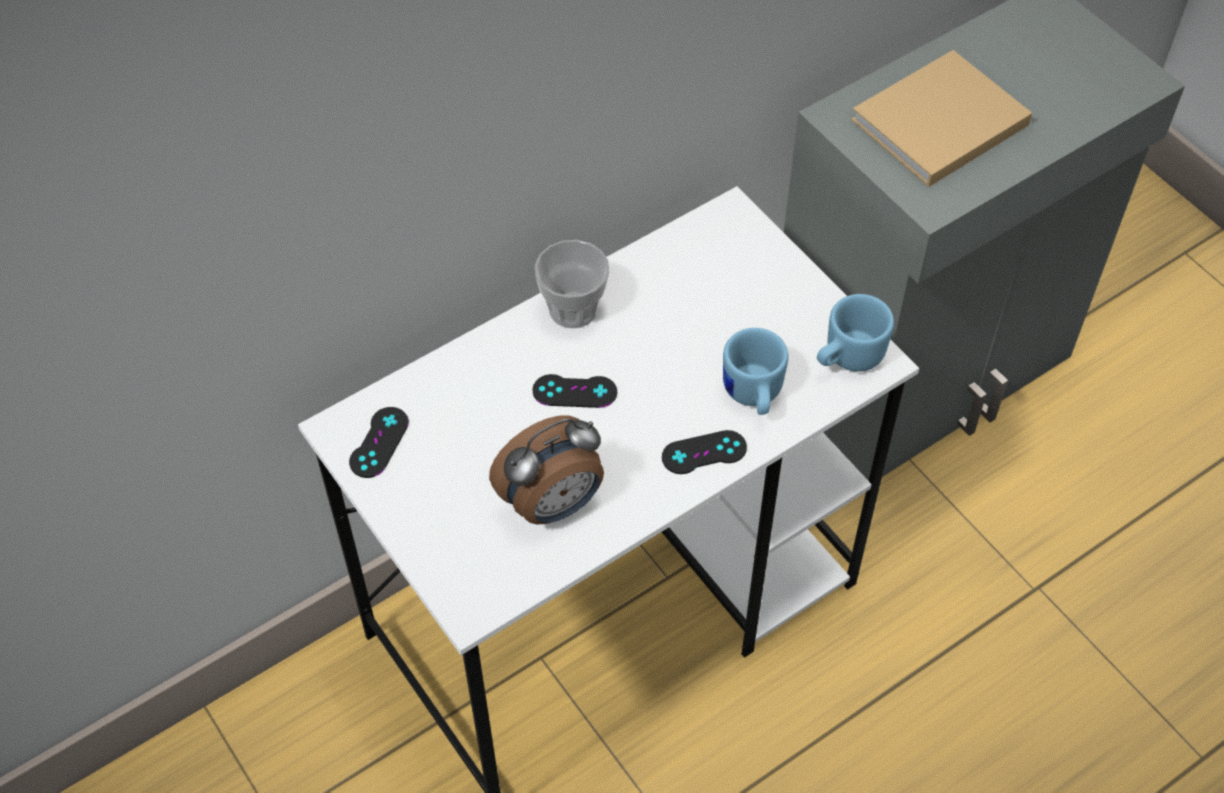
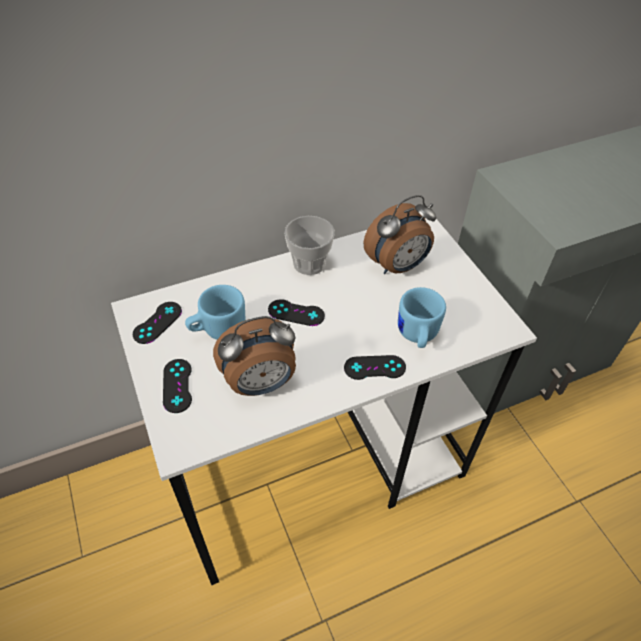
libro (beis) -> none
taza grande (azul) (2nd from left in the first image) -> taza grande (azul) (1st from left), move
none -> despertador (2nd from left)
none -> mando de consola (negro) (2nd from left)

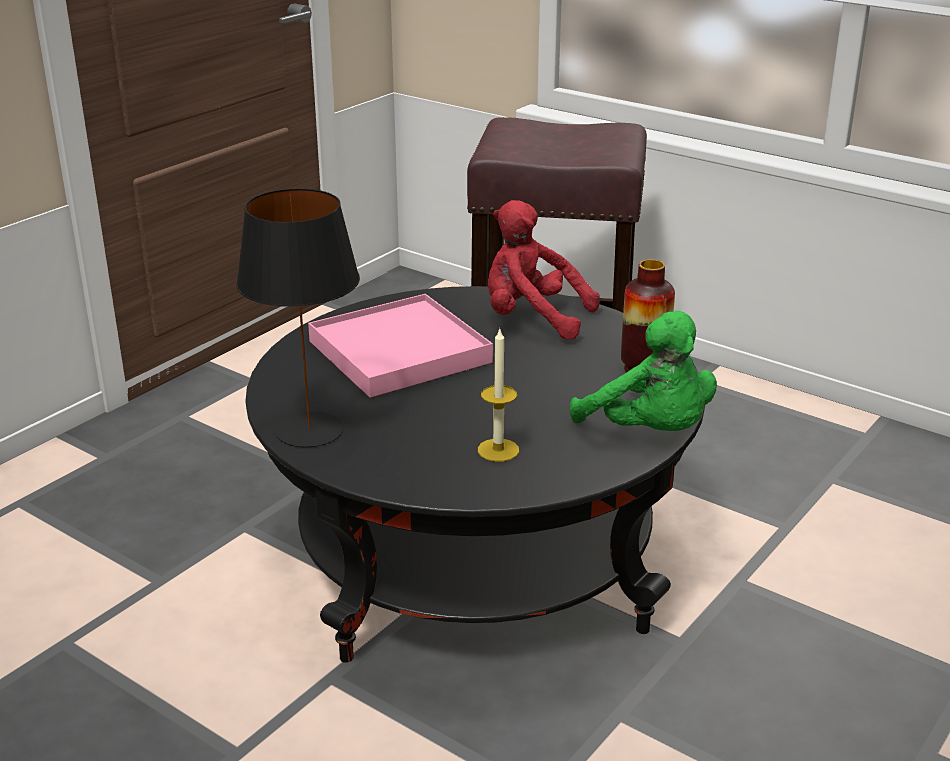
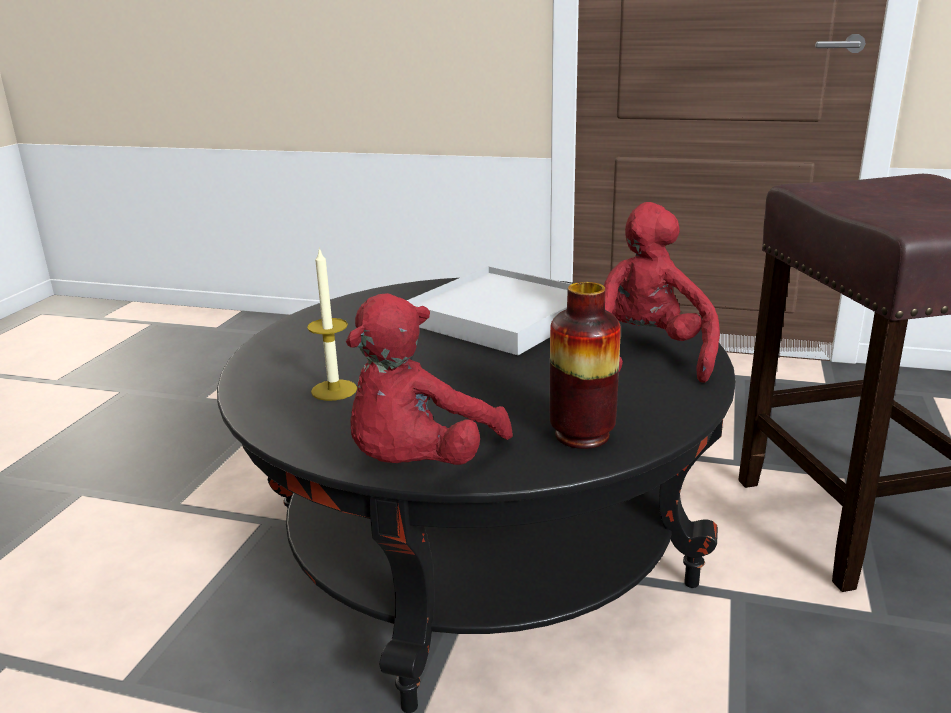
lámpara de mesa (negro) -> none
bandeja (rosa) -> bandeja (blanco)
peluche (verde) -> peluche (rojo) (1st from left)

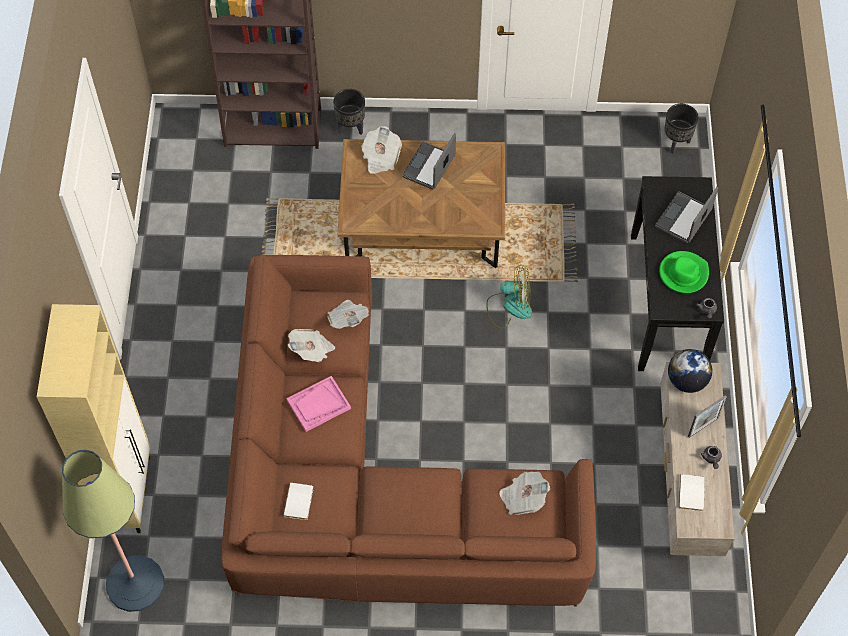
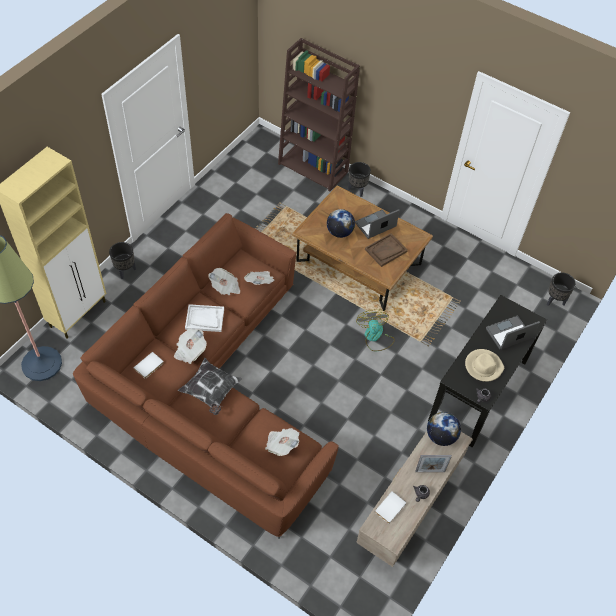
periódico (3rd from left in the first image) -> periódico (1st from left), move
sombrero (verde) -> sombrero (beis)
ventilador, 135 degrees counterclockwise
bandeja (rosa) -> bandeja (blanco)
none -> globo terráqueo (1st from left)
none -> bandeja (marrón)
none -> maceta (negro) (1st from left)
none -> cojín

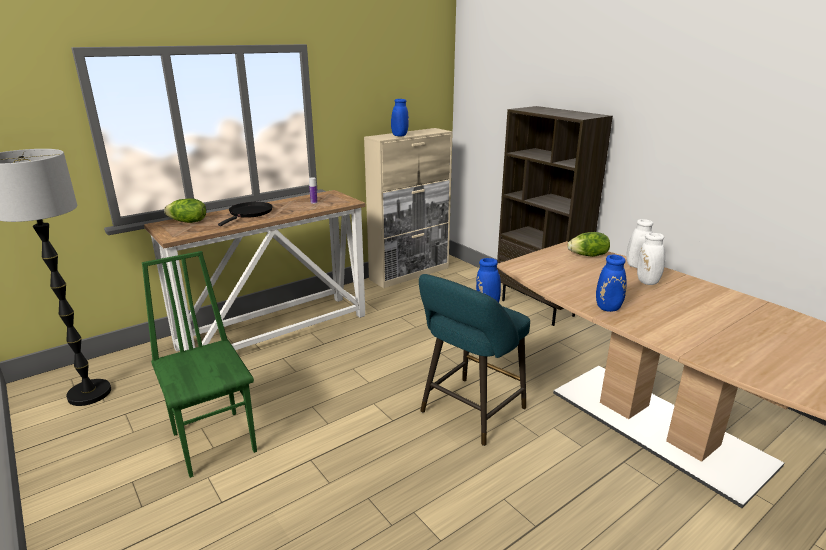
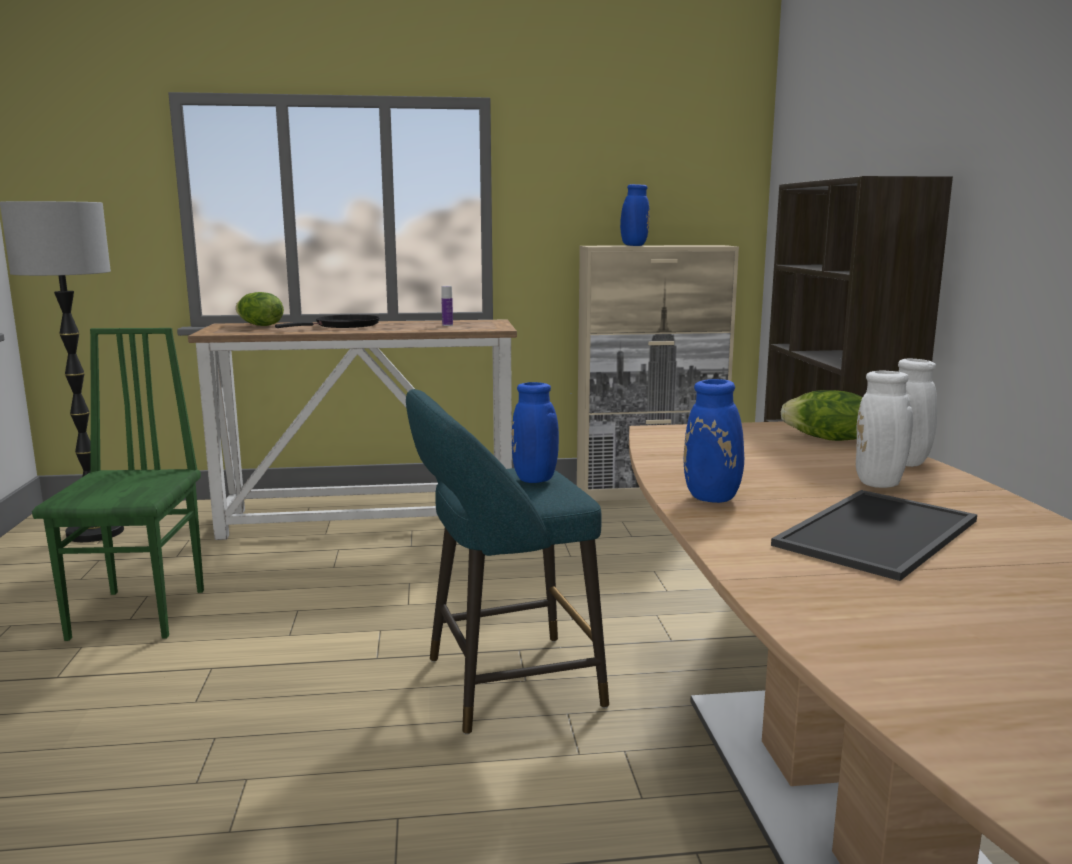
none -> bandeja

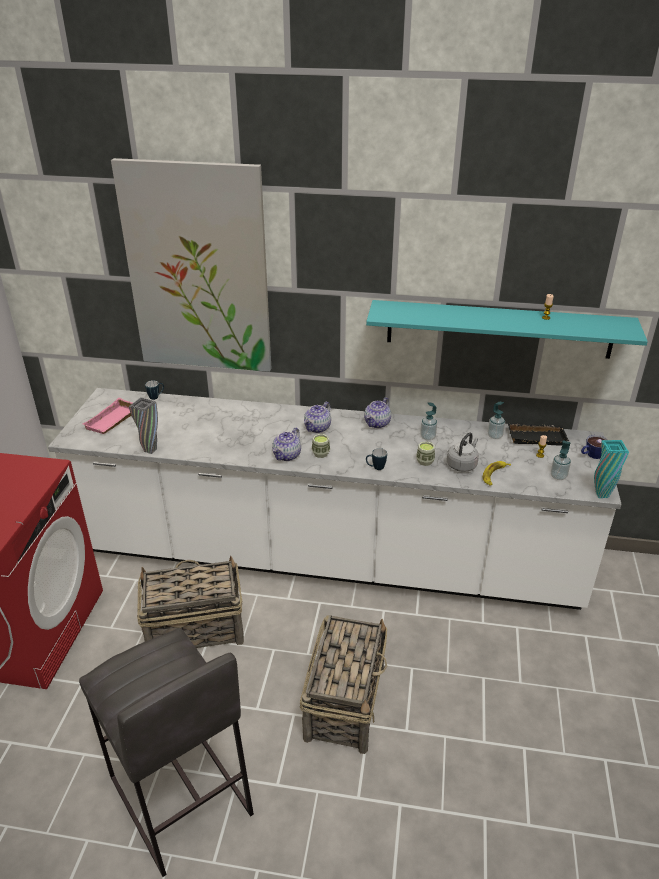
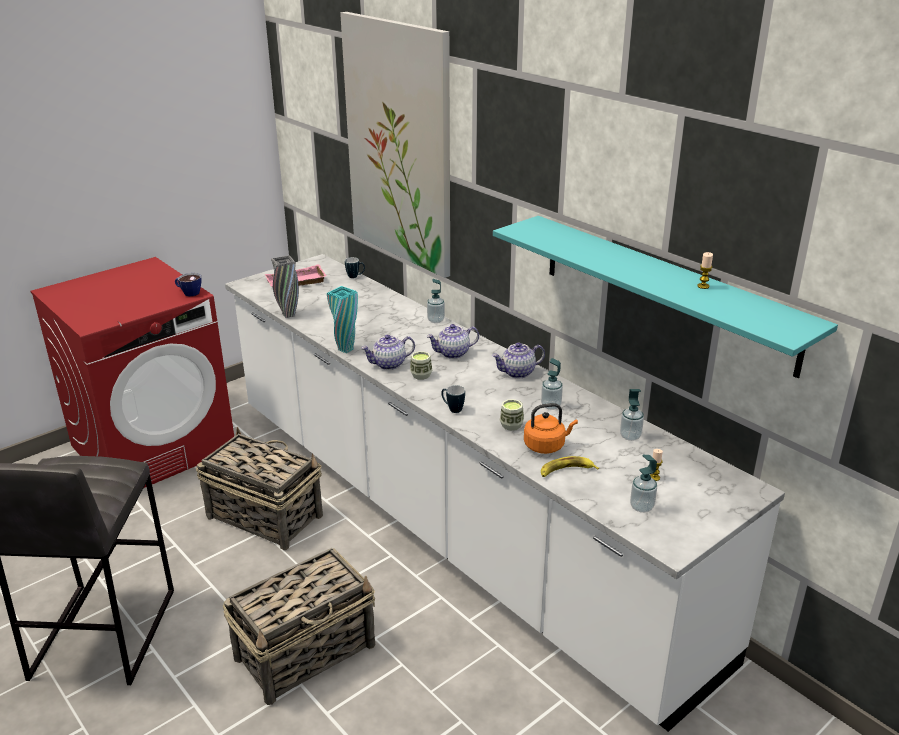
bandeja (negro) -> none
hervidor (gris) -> hervidor (naranja)
taza (3rd from left in the first image) -> taza (1st from left), move
florero (turquesa), move
none -> dispensador de jabón (1st from left)

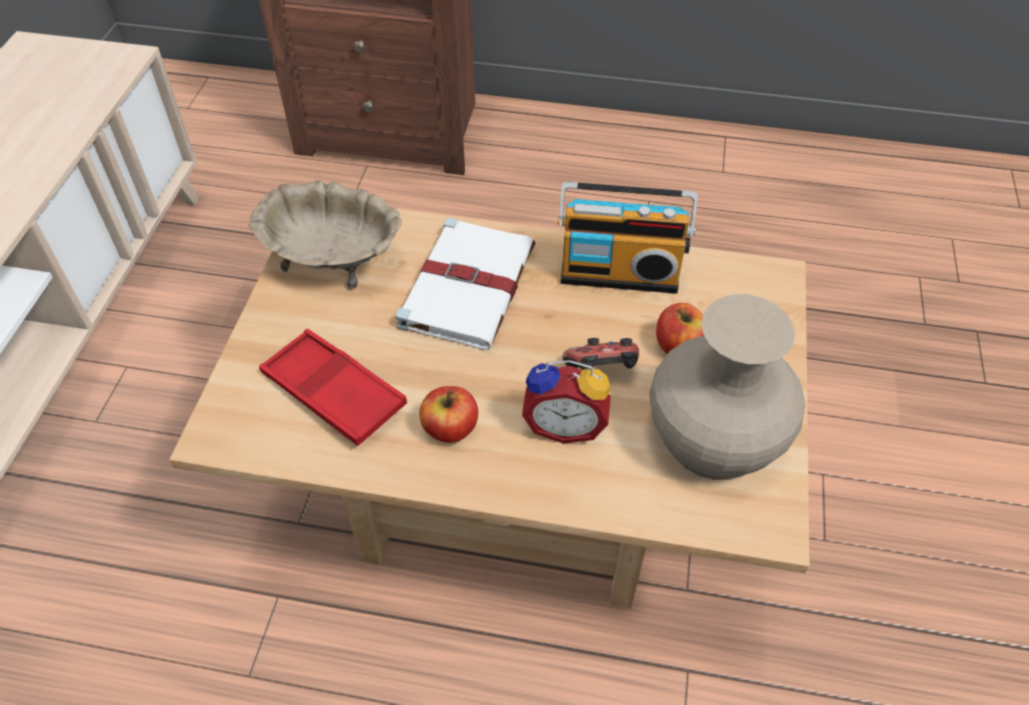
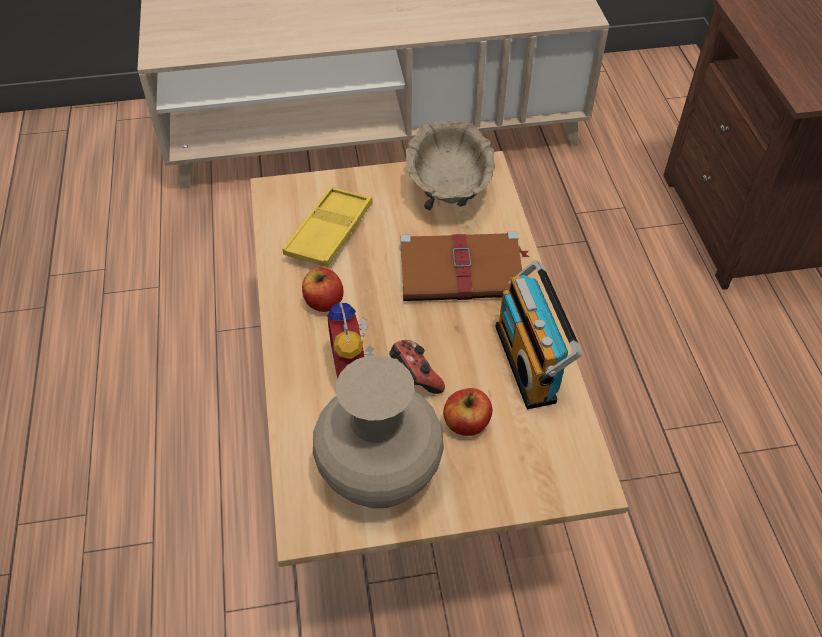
libro (blanco) -> libro (marrón)
bandeja (rojo) -> bandeja (amarillo)

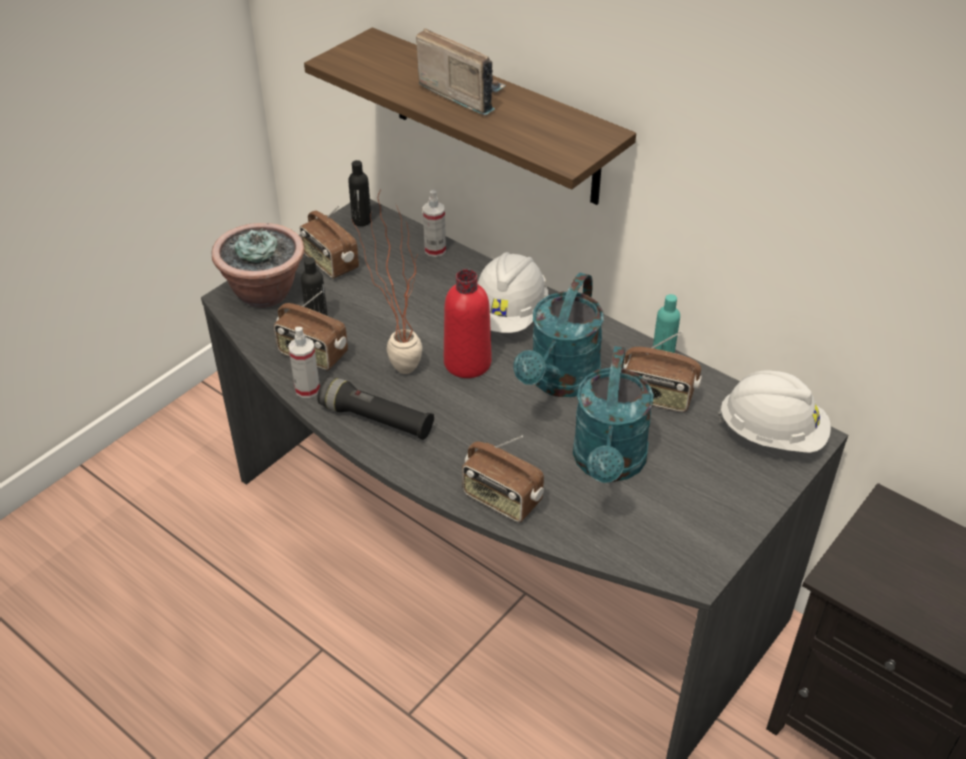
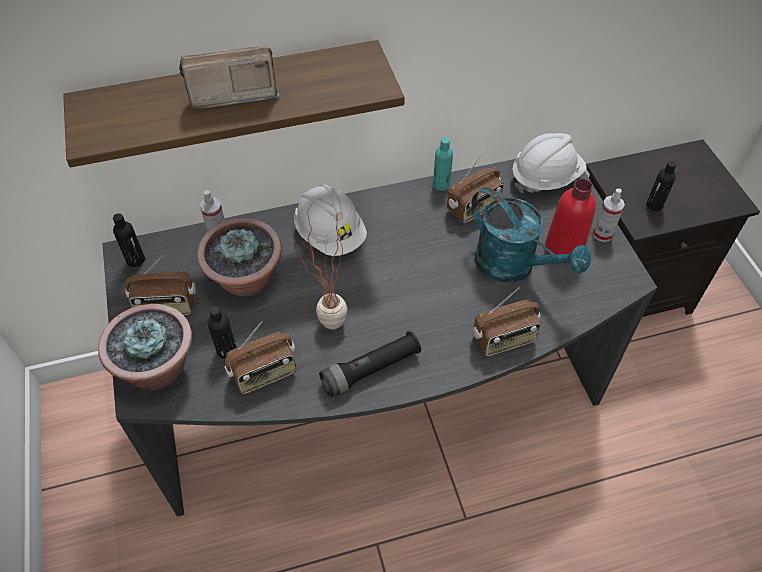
botella (rojo), move
regadera (turquesa) (1st from left) -> none
pulverizador (1st from left in the first image) -> pulverizador (2nd from left), move
none -> botella (negro) (3rd from left)
none -> planta en maceta (2nd from left)

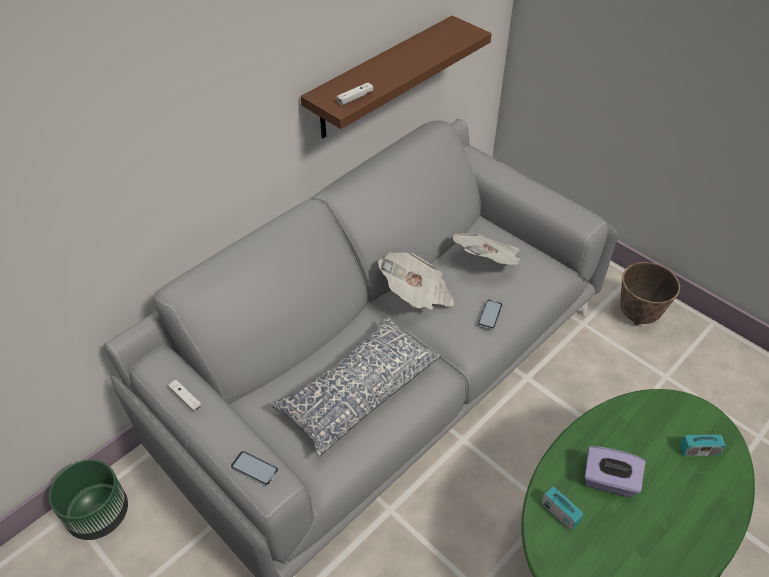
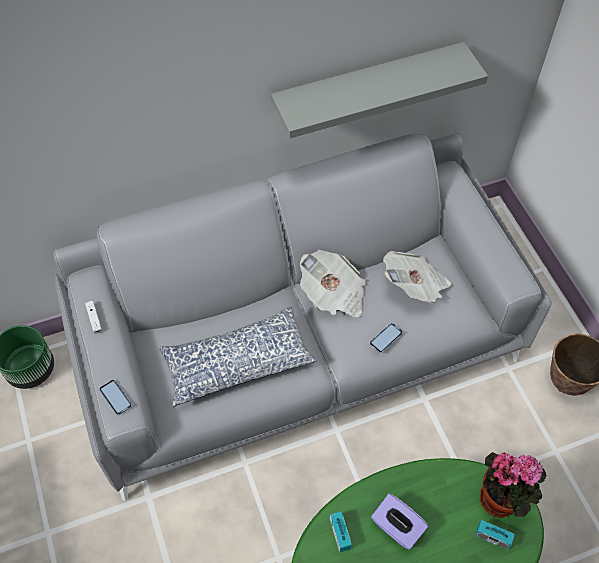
estante (marrón) -> estante (gris)
mando de consola (blanco) (2nd from left) -> none
none -> planta en maceta

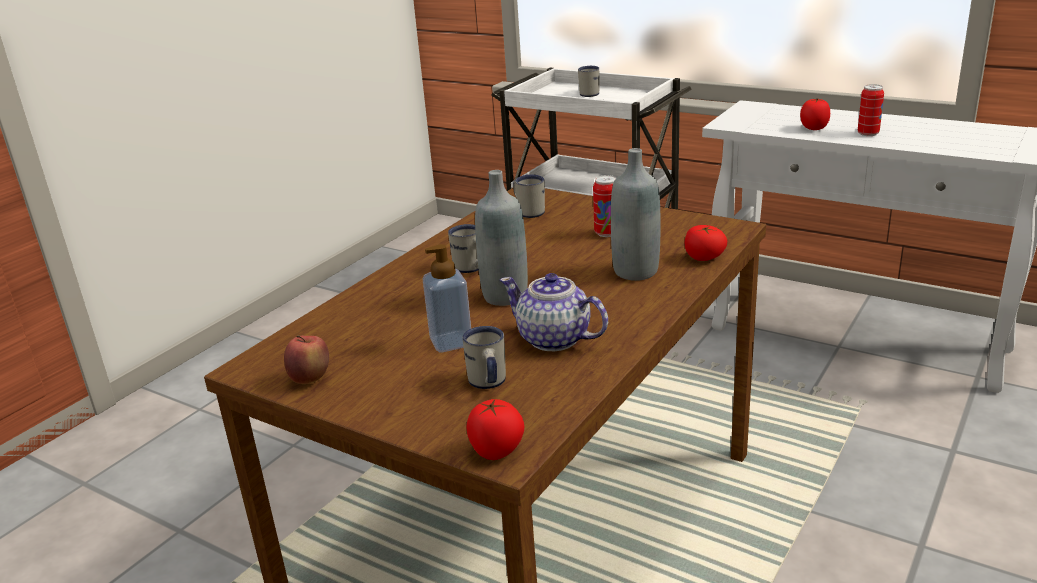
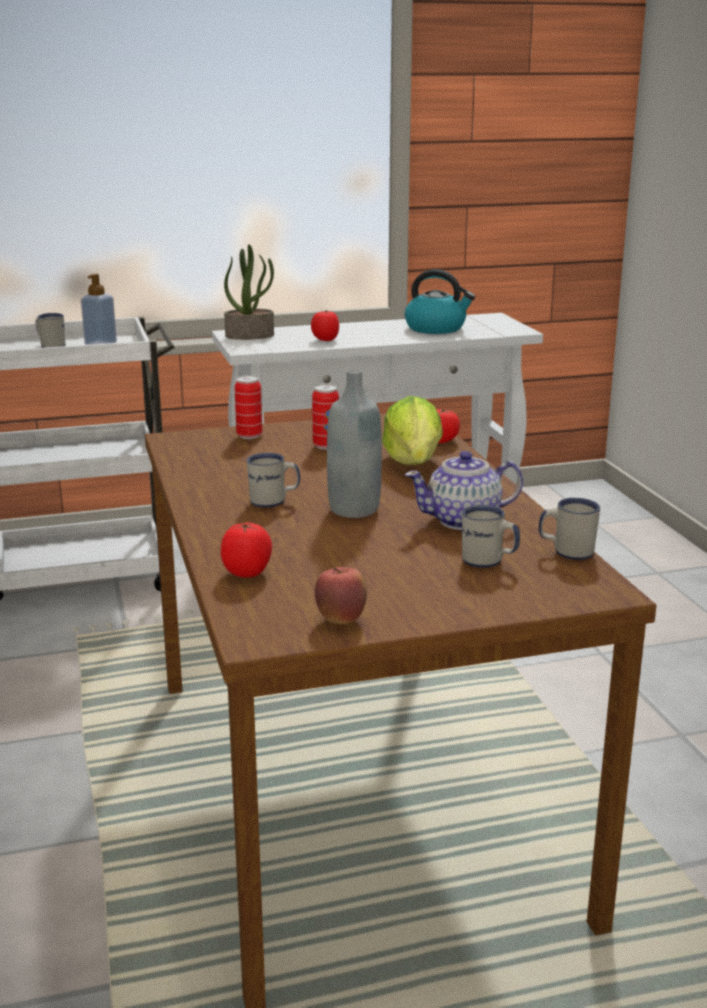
lata (2nd from left in the first image) -> lata (1st from left), move
botella (gris) (2nd from left) -> lechuga
taza grande (blanco) (3rd from left in the first image) -> taza grande (blanco) (4th from left), move
dispensador de jabón, move
tomate (1st from left), move
none -> planta en maceta
none -> hervidor

